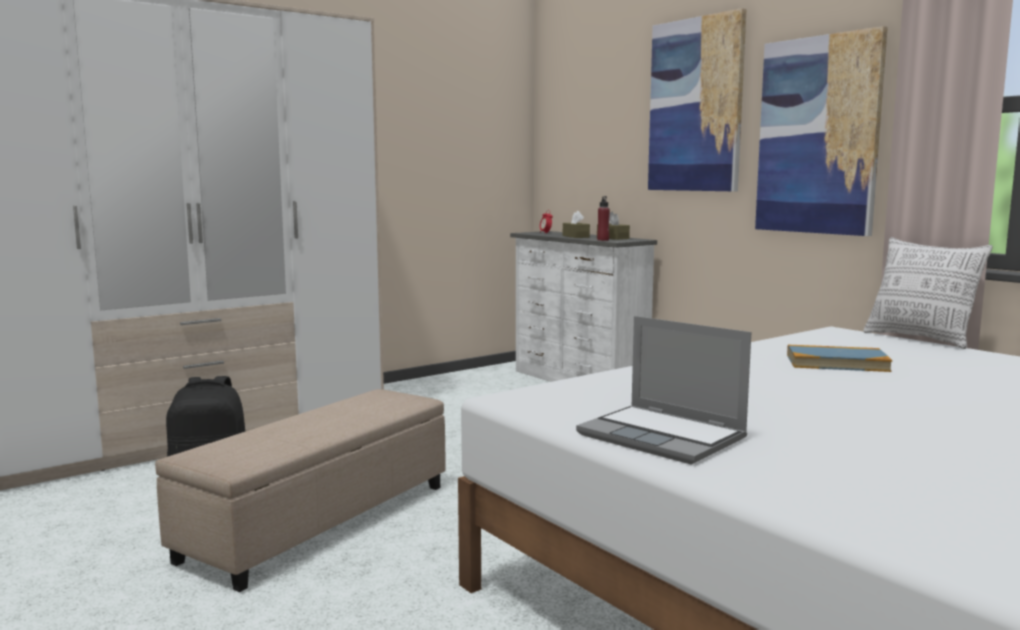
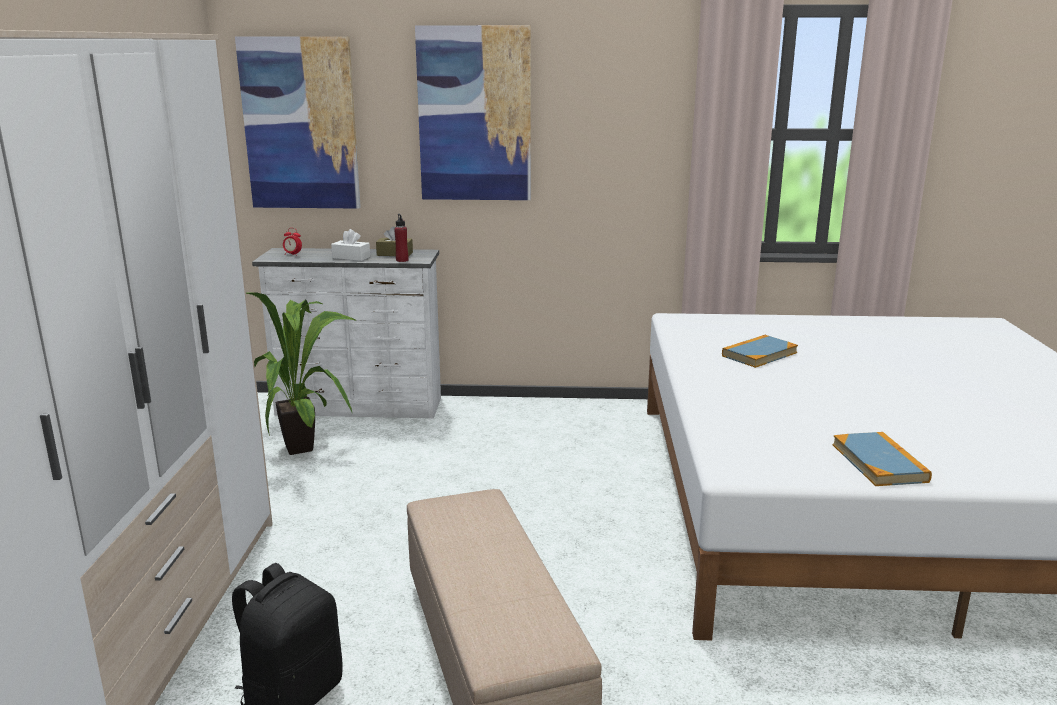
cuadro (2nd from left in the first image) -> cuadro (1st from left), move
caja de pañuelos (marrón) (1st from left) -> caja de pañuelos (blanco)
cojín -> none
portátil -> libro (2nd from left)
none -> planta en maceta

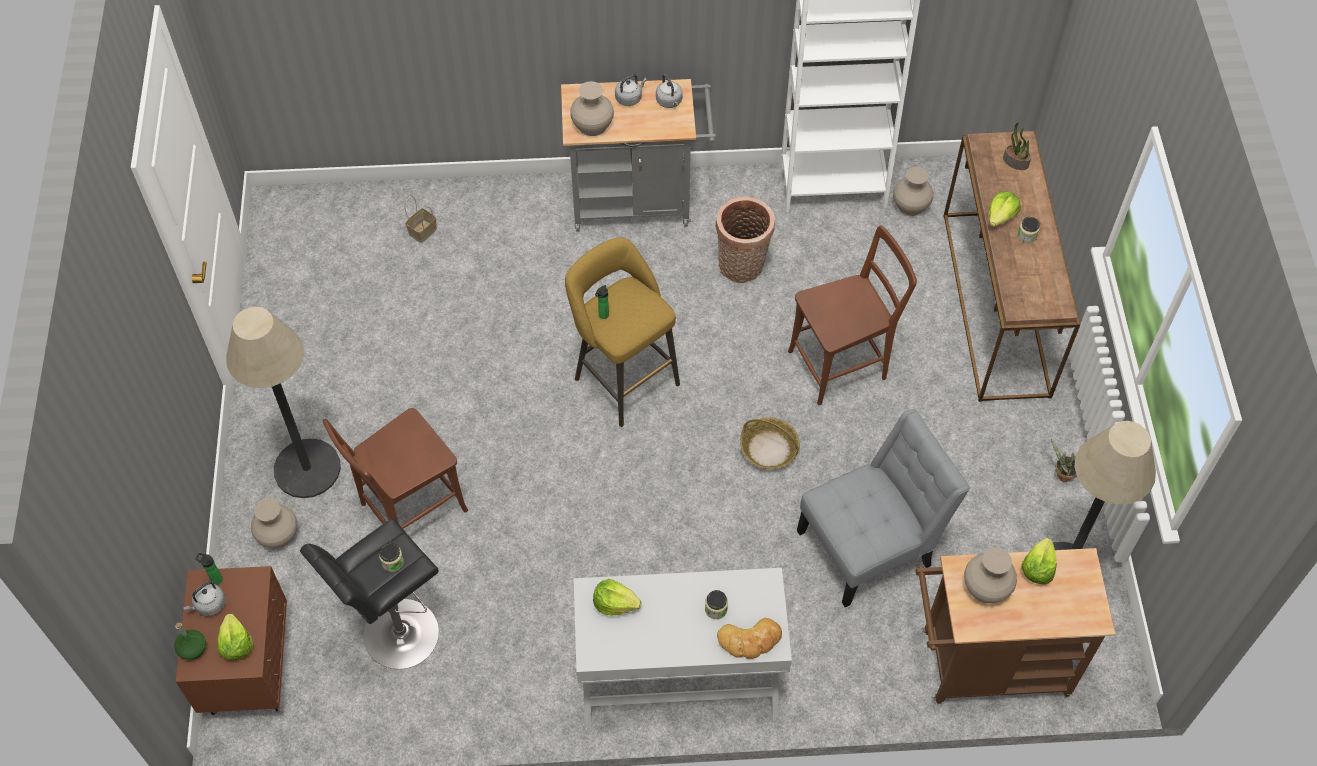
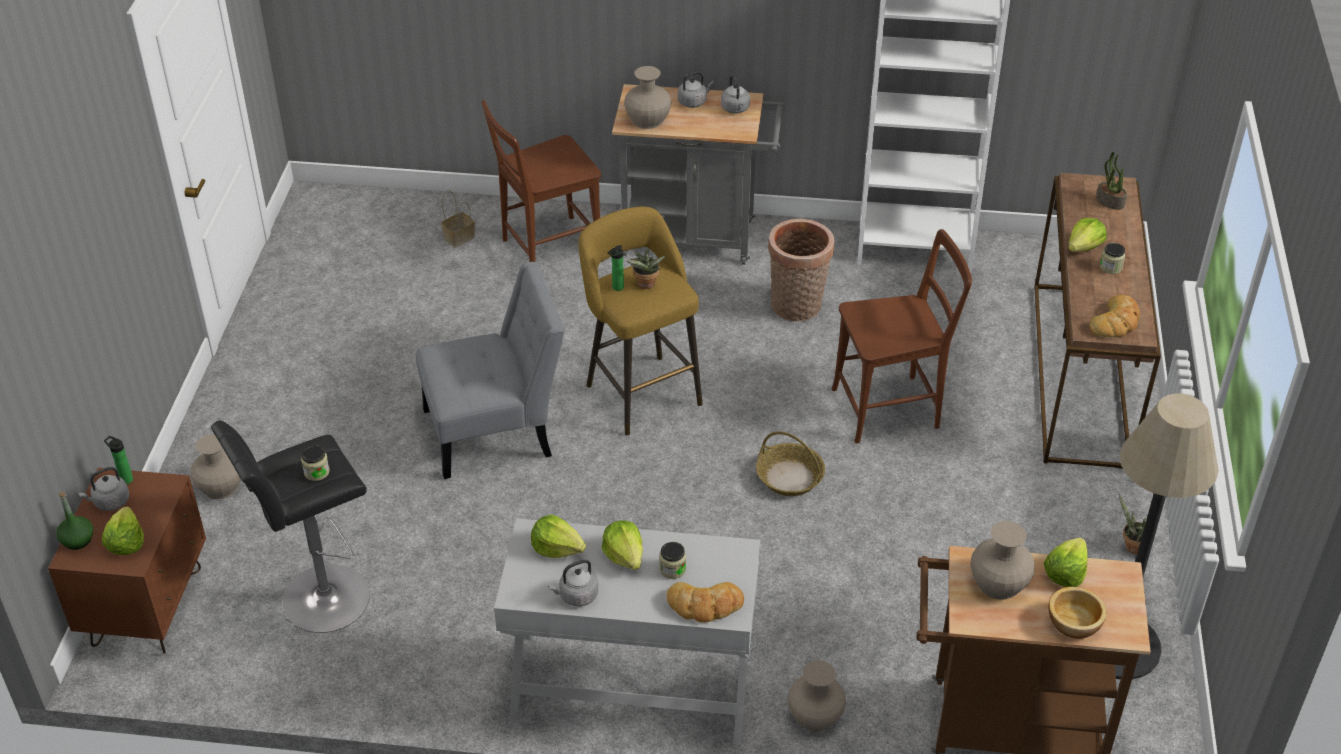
florero (beis) (3rd from left), move
lámpara de pie (1st from left) -> none
silla (marrón) (1st from left), move
silla (gris), move
none -> planta en maceta (1st from left)
none -> pan (2nd from left)
none -> lechuga (3rd from left)
none -> hervidor (gris) (2nd from left)
none -> cuenco

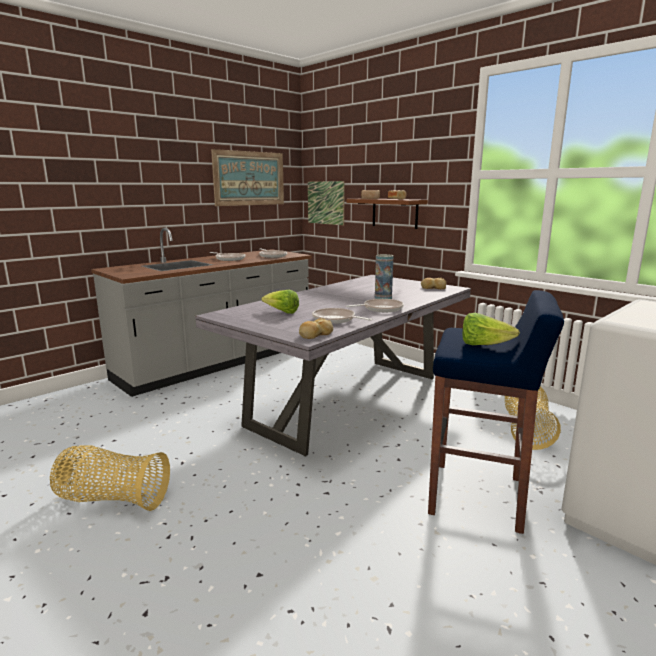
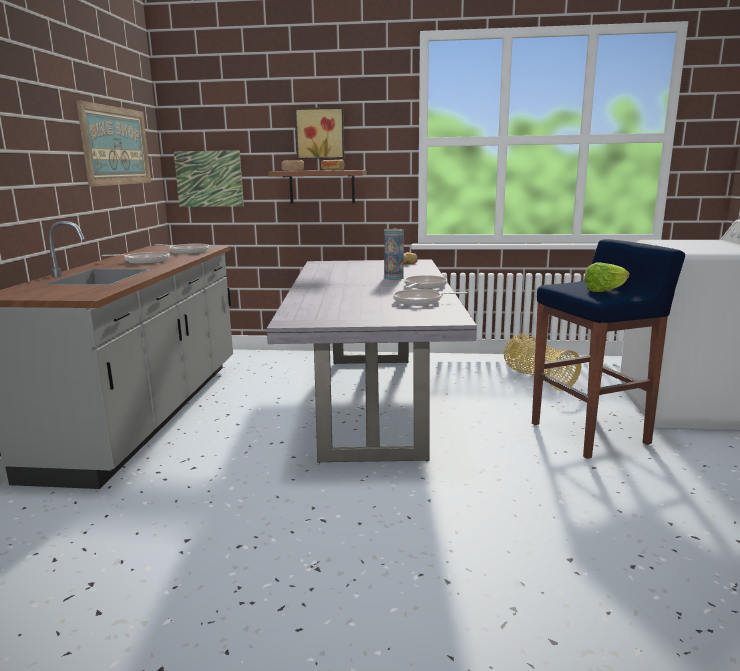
lechuga (1st from left) -> none
pan (1st from left) -> none
cesta (1st from left) -> none
none -> cuadro (3rd from left)

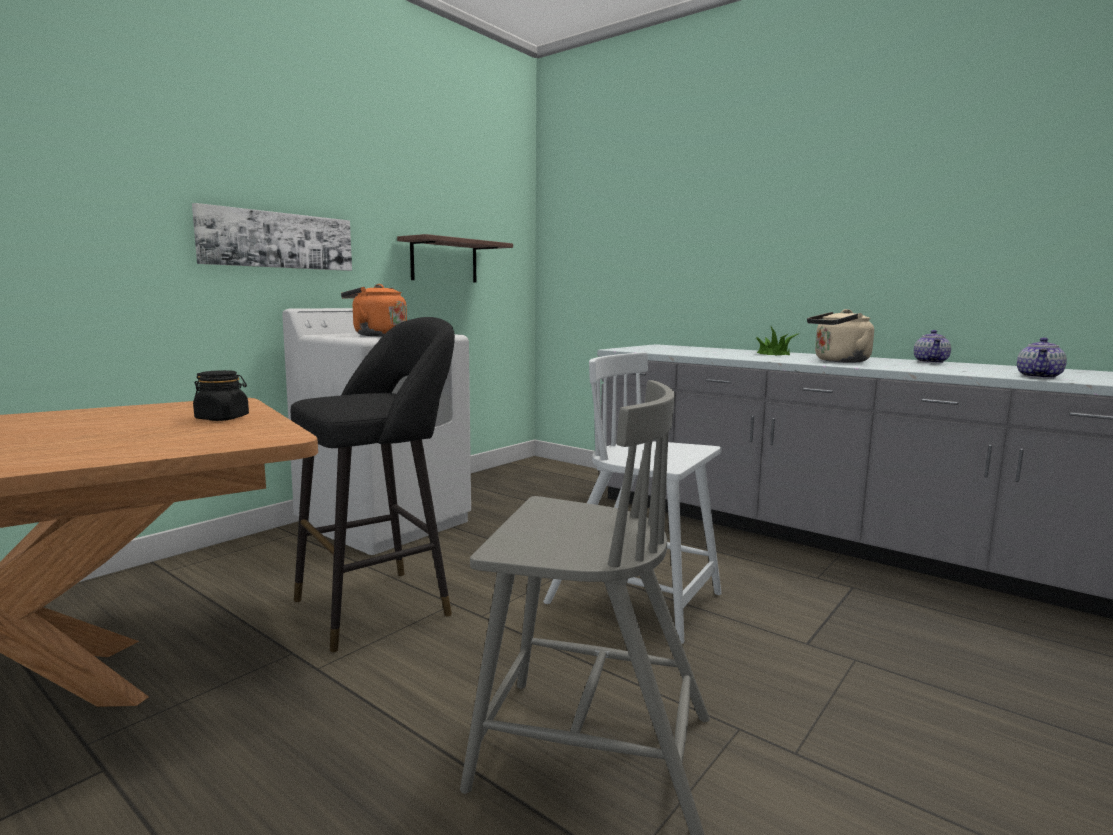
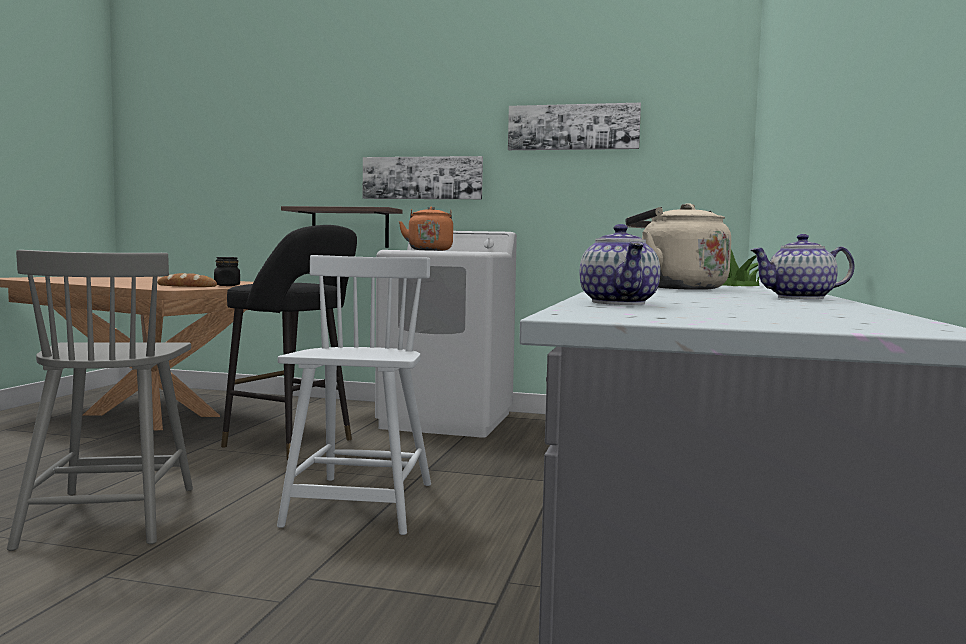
estante, move
tetera (2nd from left in the first image) -> tetera (1st from left), 105 degrees counterclockwise
none -> cuadro (2nd from left)
none -> pan

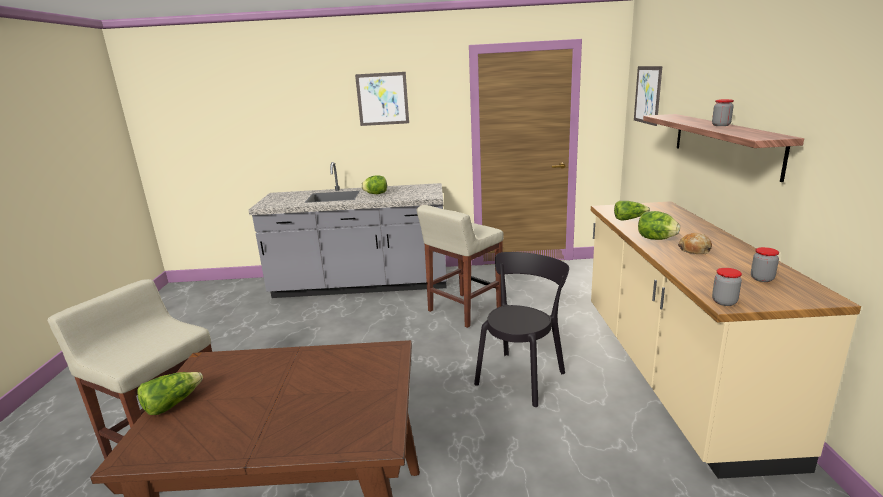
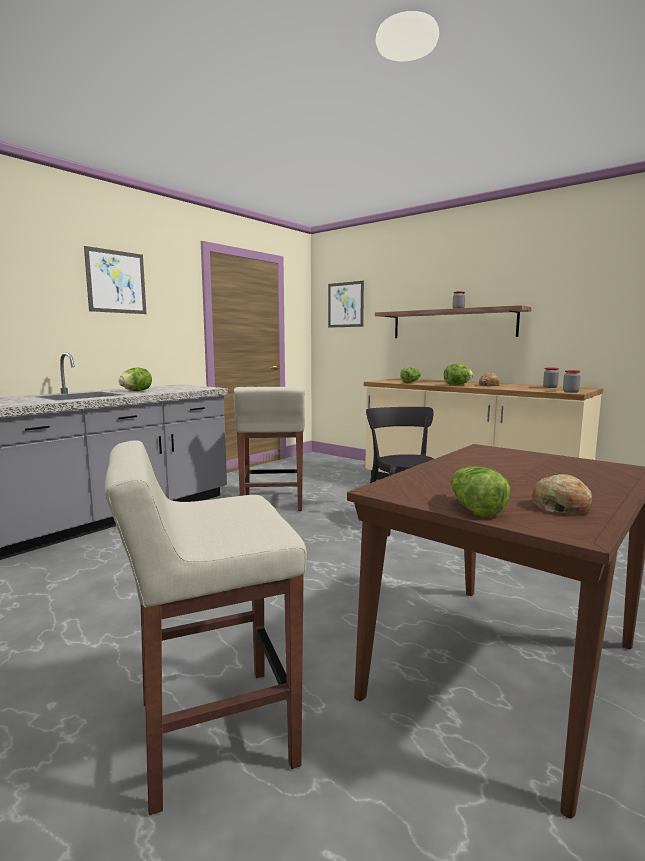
none -> pan (2nd from left)

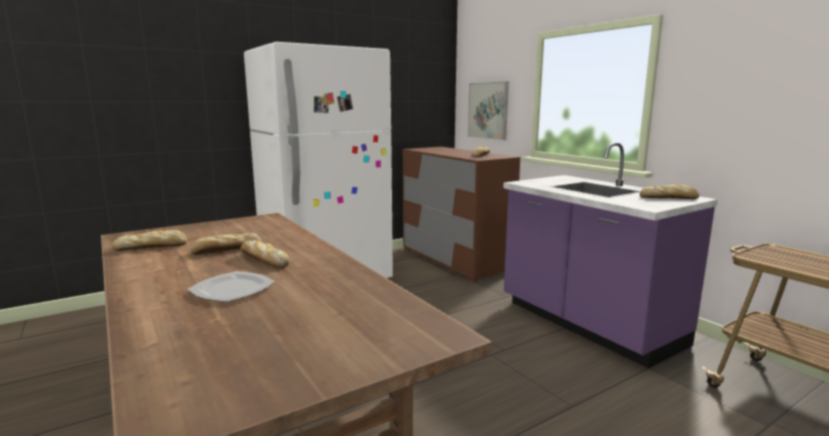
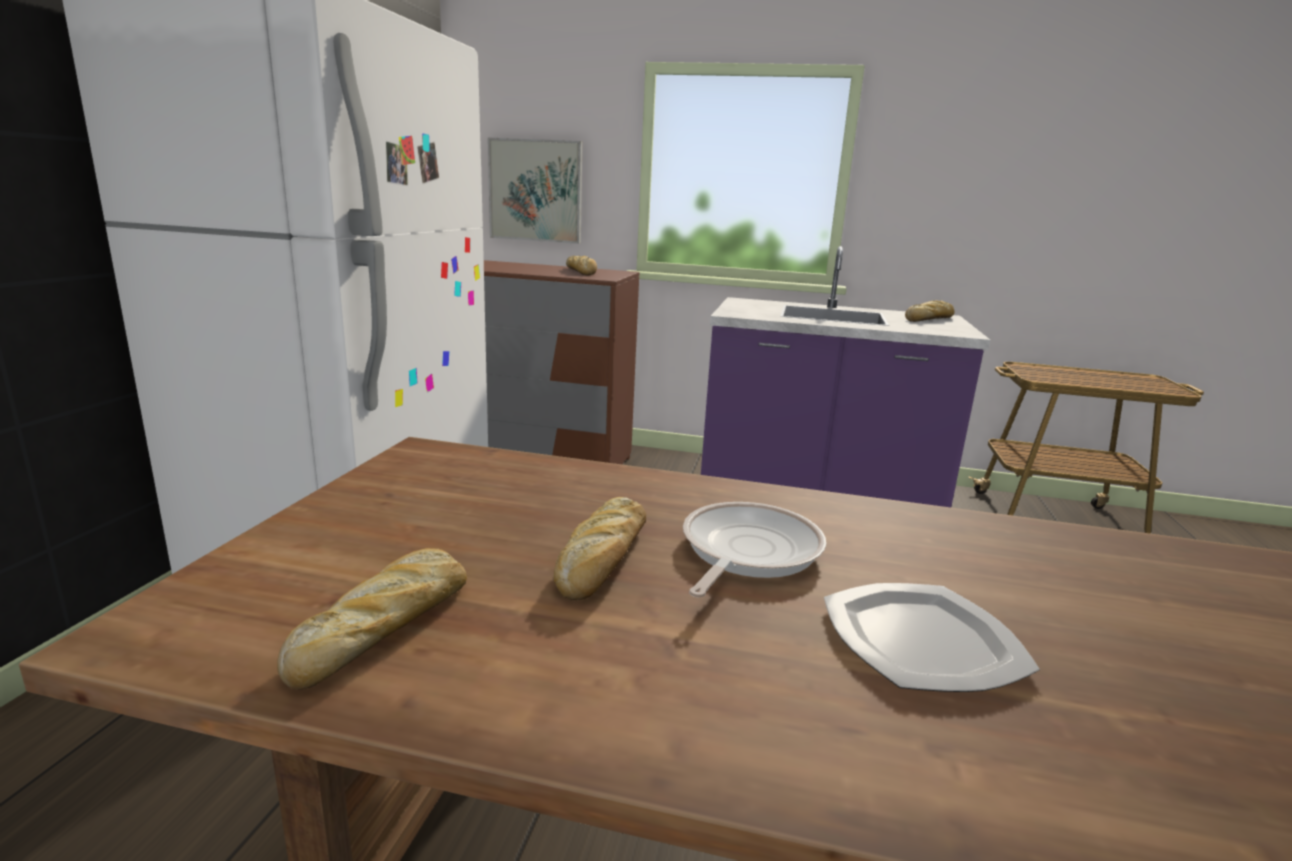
pan (3rd from left) -> sartén

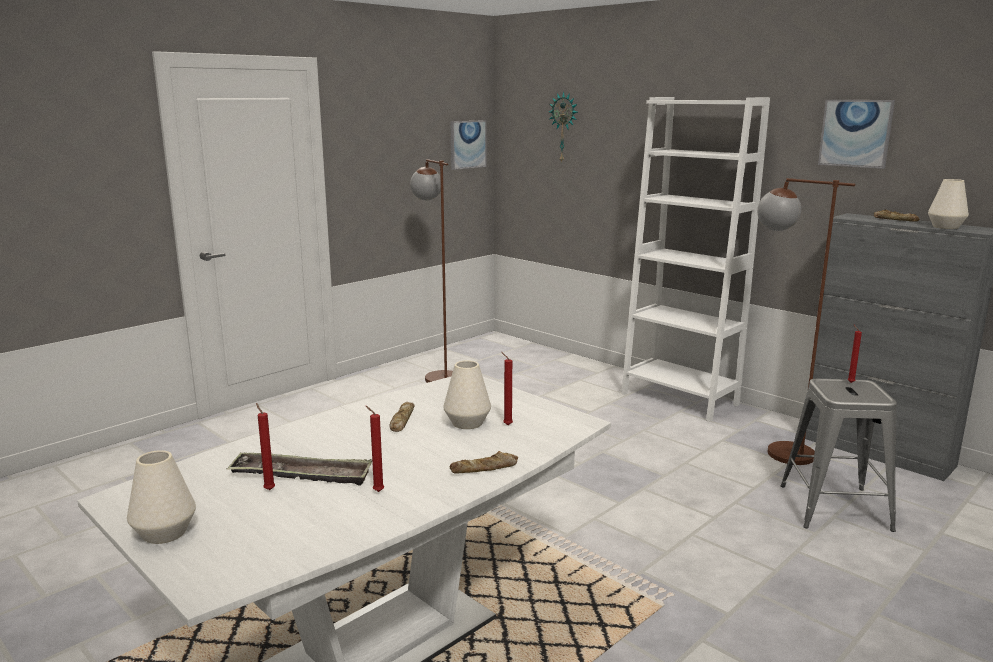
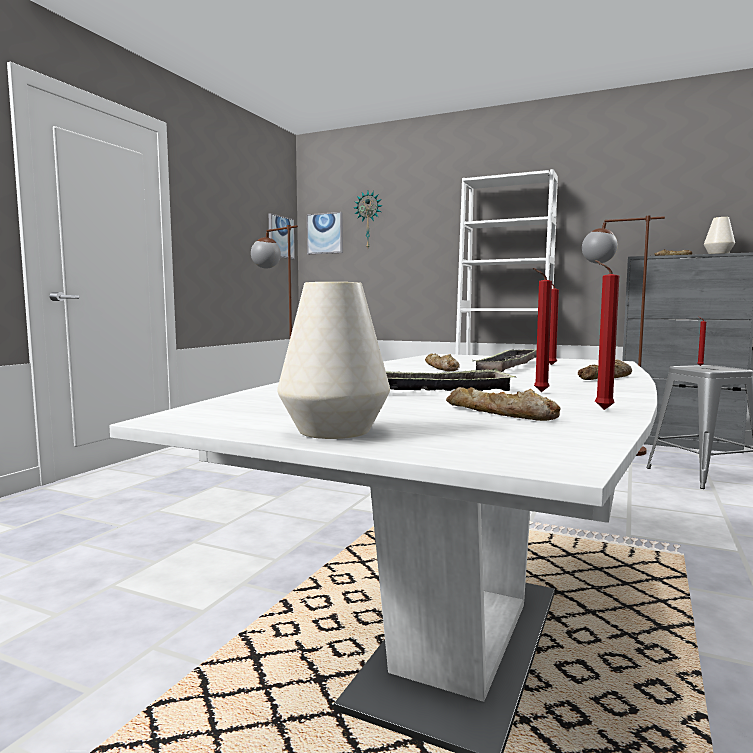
cuadro (2nd from left), move
florero (blanco) (2nd from left) -> bandeja (2nd from left)
vela (rojo) (1st from left in the first image) -> vela (rojo) (3rd from left), move
none -> pan (2nd from left)

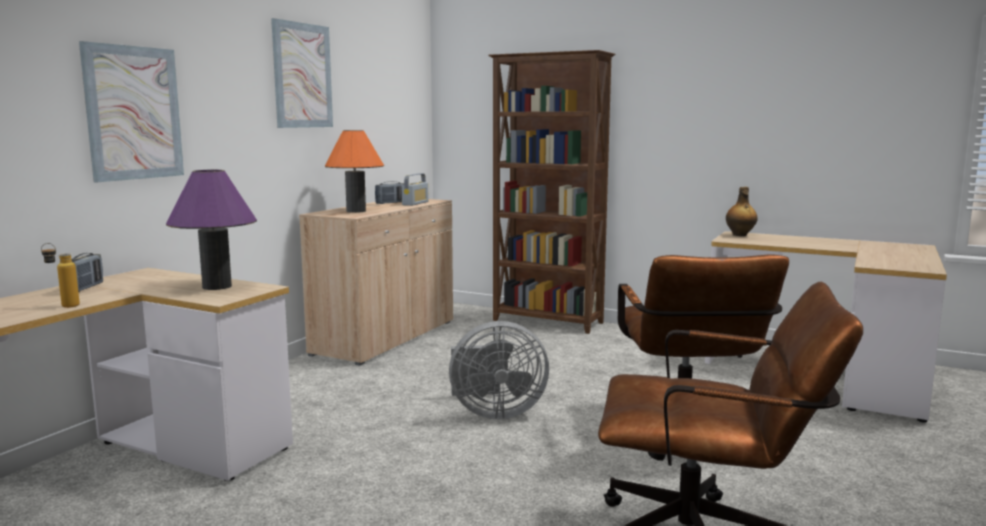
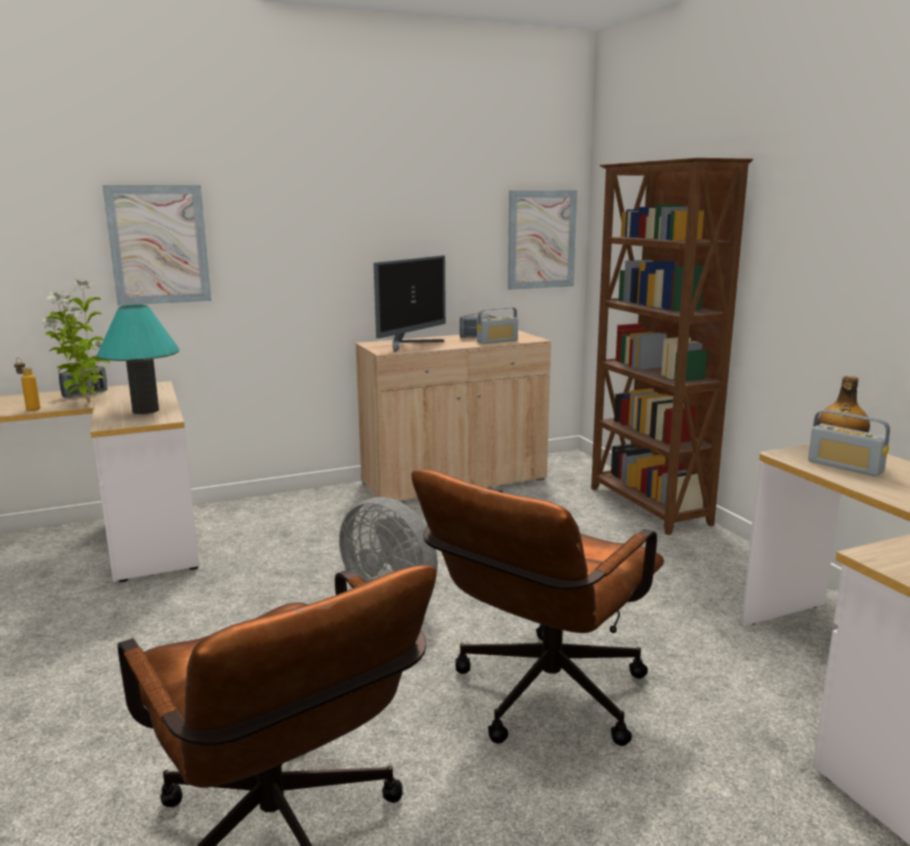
cuadro (2nd from left), move
lámpara de mesa (naranja) -> monitor
lámpara de mesa (morado) -> lámpara de mesa (turquesa)
none -> planta en maceta
none -> radio (4th from left)

